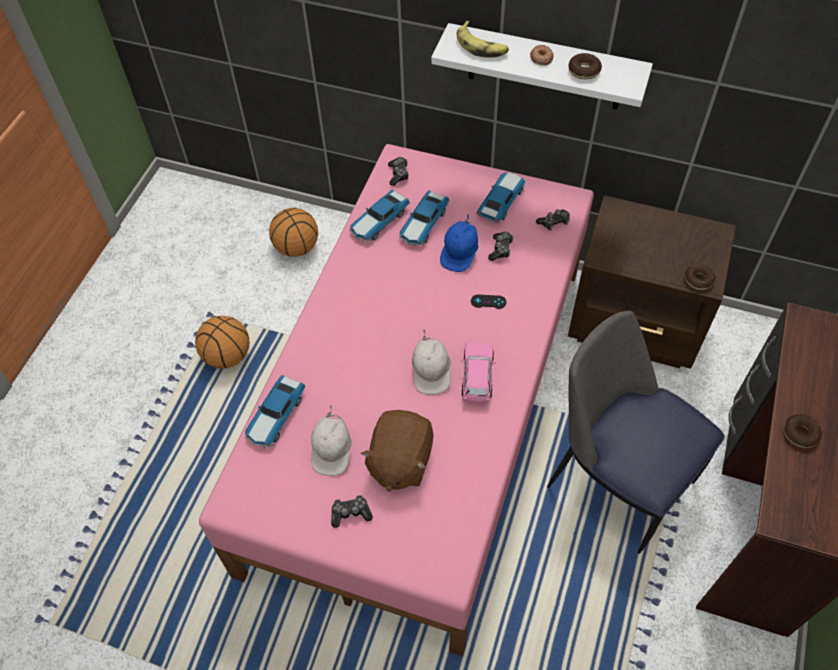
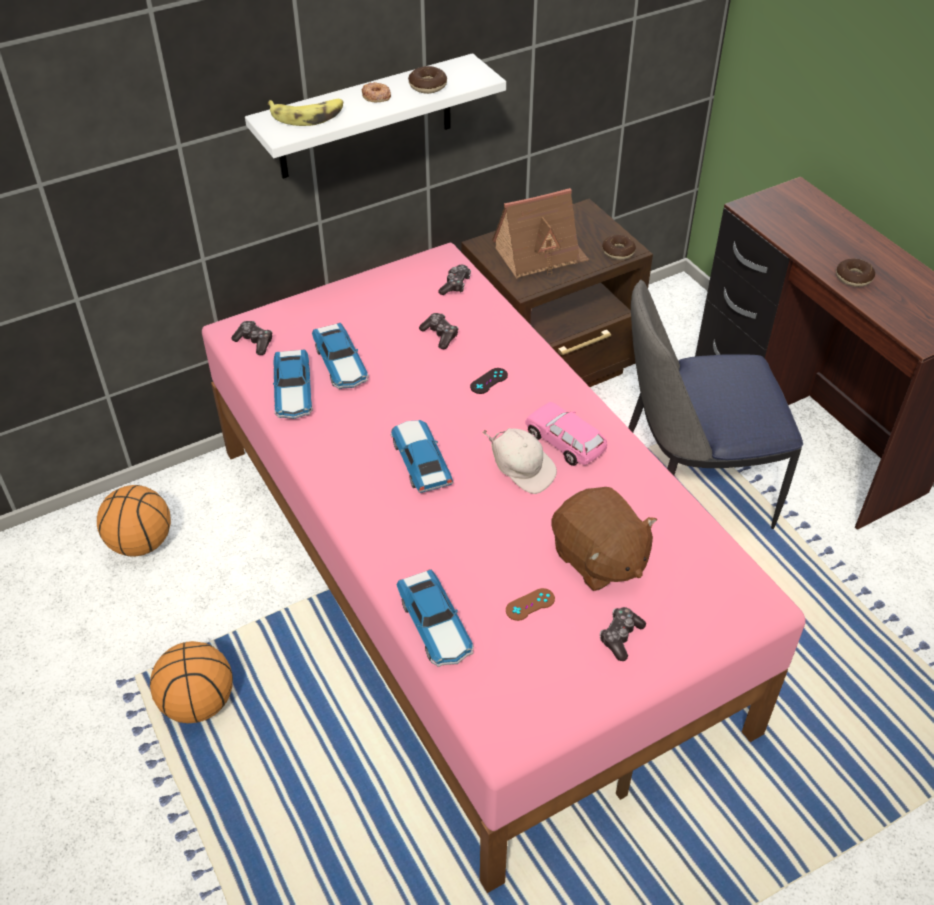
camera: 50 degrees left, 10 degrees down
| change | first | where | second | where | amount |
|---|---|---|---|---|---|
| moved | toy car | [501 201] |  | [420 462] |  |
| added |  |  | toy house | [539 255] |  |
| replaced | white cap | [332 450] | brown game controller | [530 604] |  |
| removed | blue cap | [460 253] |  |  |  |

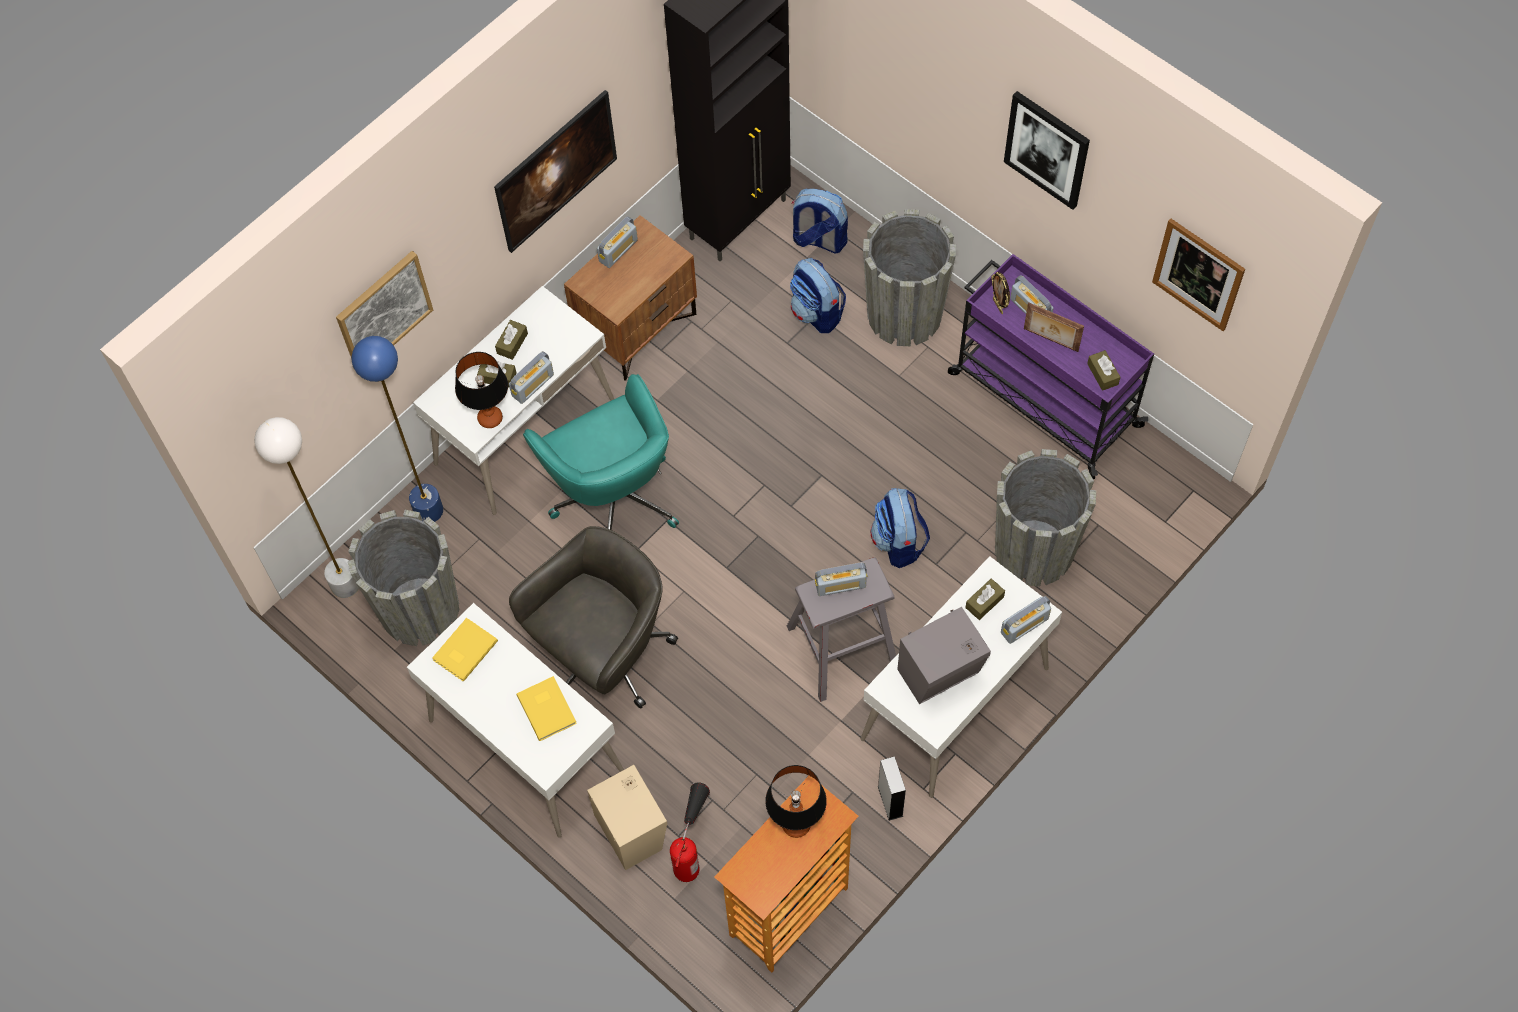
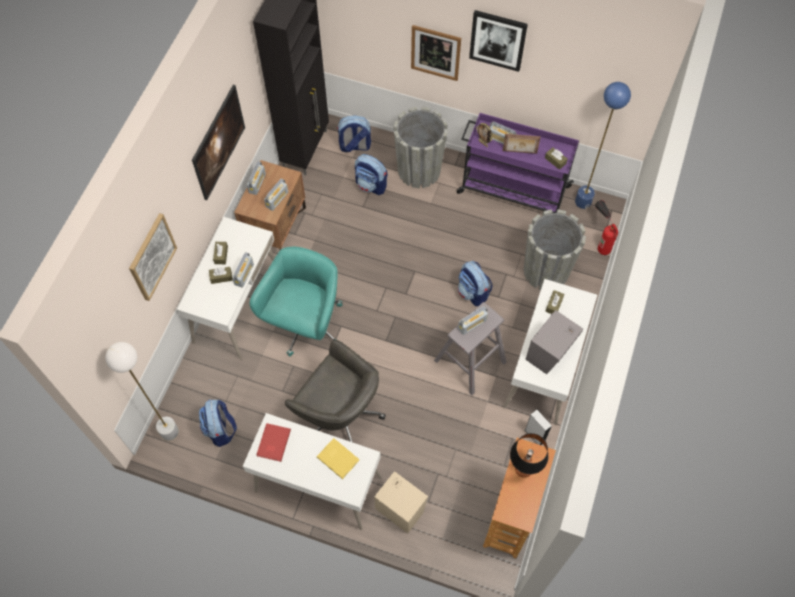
camera: 25 degrees left, 0 degrees up
| change | first | where | second | where | amount |
|---|---|---|---|---|---|
| replaced | grey planter | [420 609] | backpack | [220 429] |  |
| turned | turquoise office chair | [614 497] |  | [305 324] | 105 degrees counterclockwise |
| recoloured | yellow book | [463 650] | red book | [272 443] |  |
| moved | radio | [1024 625] |  | [277 199] |  |
| turned | grey office chair | [604 655] |  | [339 415] | 105 degrees clockwise |
| moved | picture | [1198 274] |  | [435 52] |  |
| moved | blue floor lamp | [428 510] |  | [583 201] |  |
| moved | fire extinguisher | [692 847] |  | [600 238] |  |
| removed | table lamp | [490 418] |  |  |  |

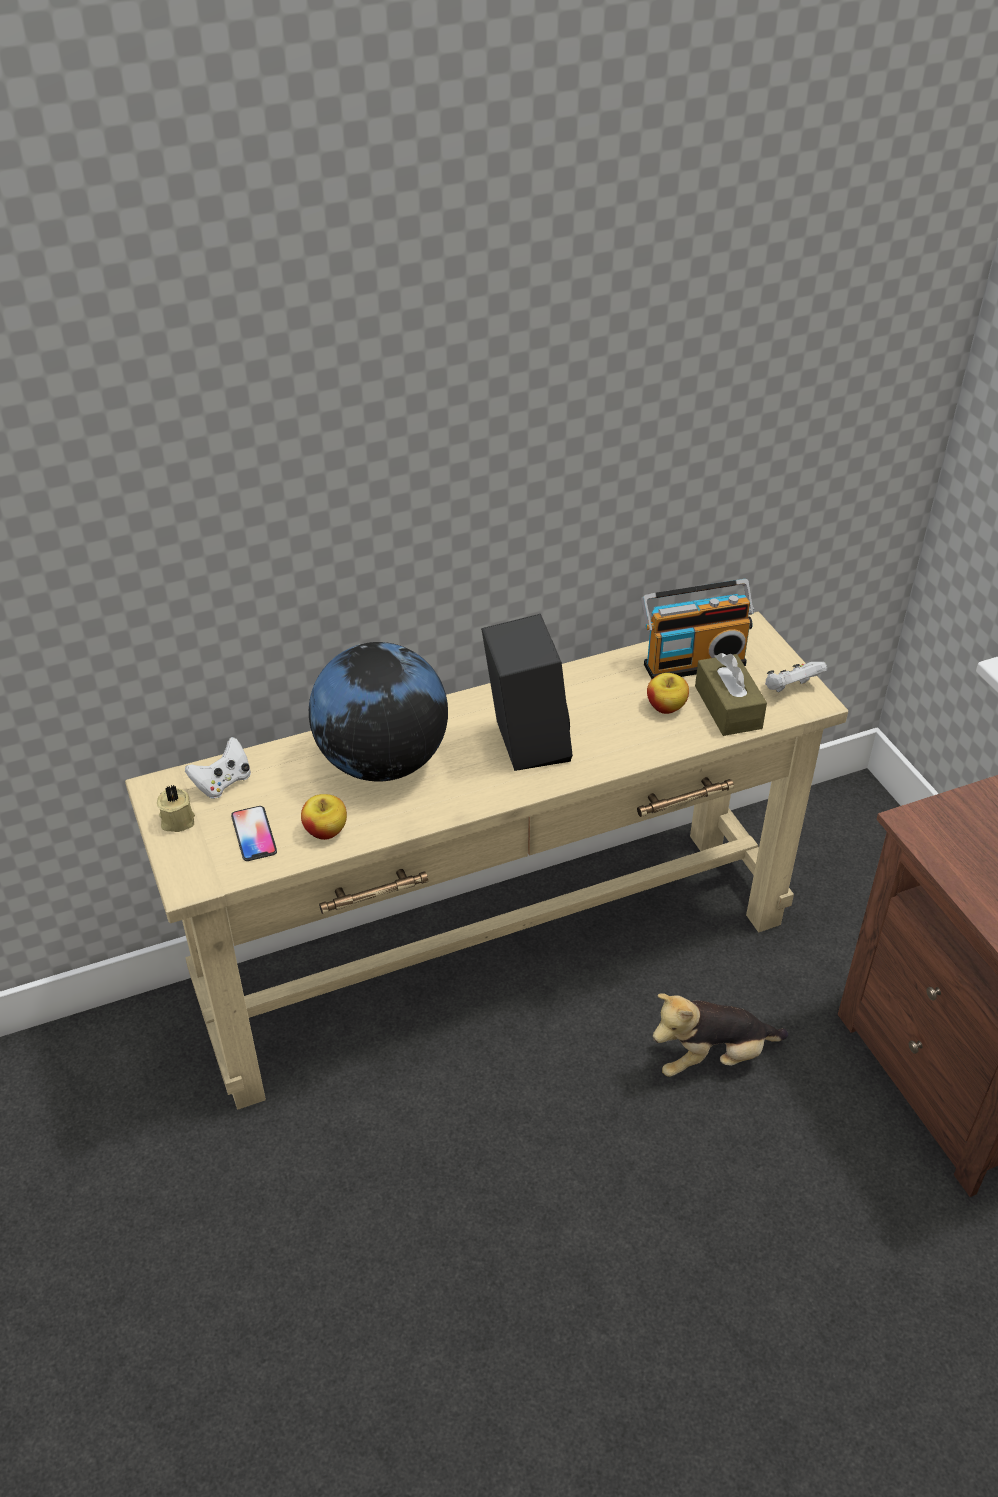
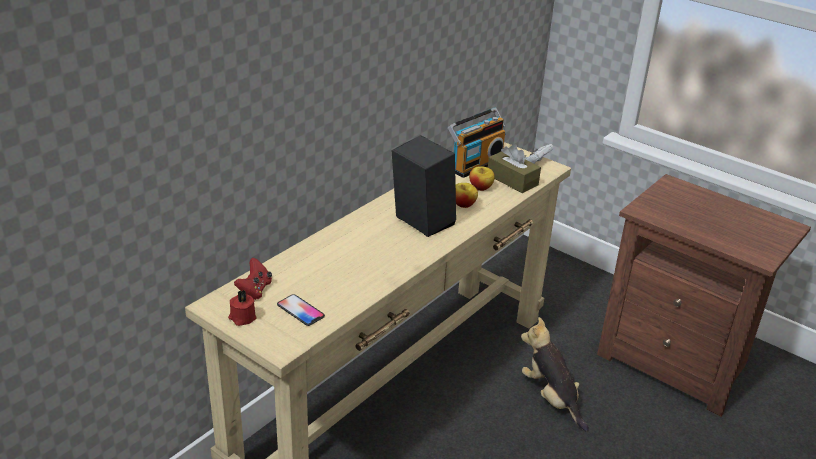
camera: 30 degrees left, 10 degrees down
| change | first | where | second | where | amount |
|---|---|---|---|---|---|
| recoloured | beige candle | [177 820] | red candle | [242 318] |  |
| recoloured | white game controller | [223 783] | red game controller | [255 290] |  |
| moved | apple | [325 830] |  | [463 204] |  |
| turned | plush toy | [711 1057] |  | [551 398] | 105 degrees clockwise |
| removed | globe | [382 762] |  |  |  |

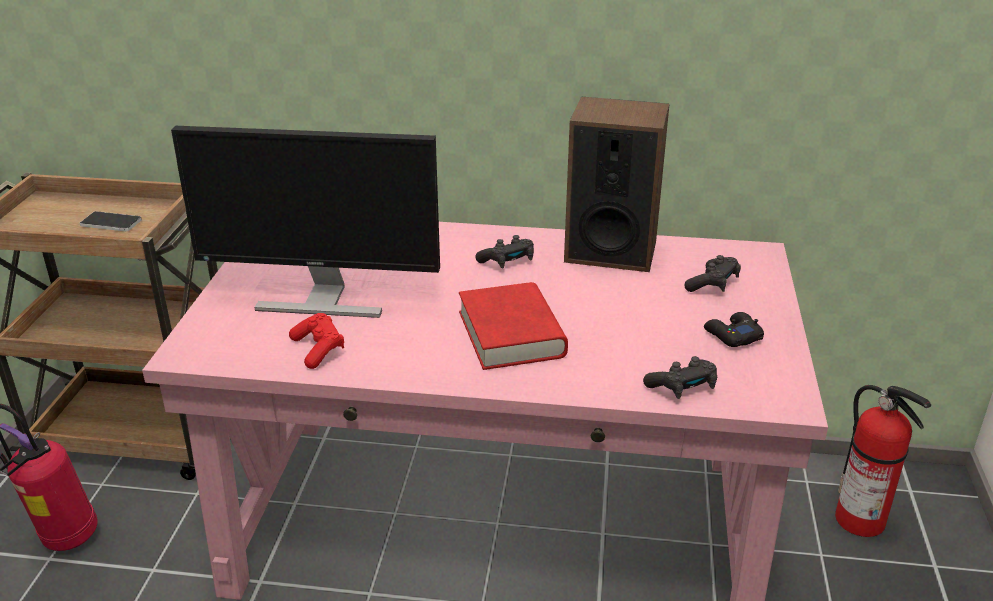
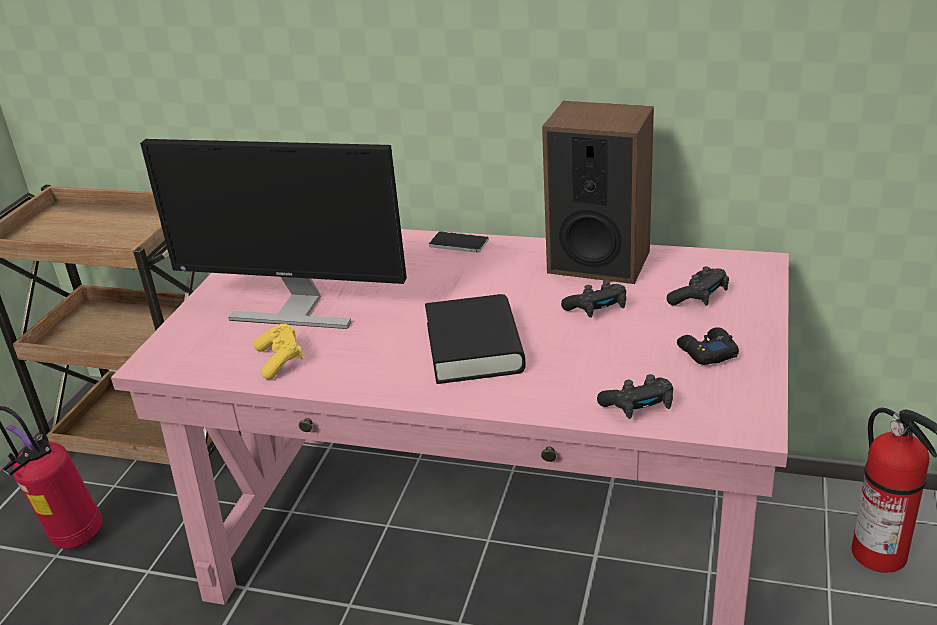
camera: 10 degrees right, 0 degrees up
| change | first | where | second | where | amount |
|---|---|---|---|---|---|
| recoloured | red game controller | [318 349] | yellow game controller | [280 360] |  |
| recoloured | red book | [511 334] | black book | [474 347] |  |
| moved | phone | [111 223] |  | [459 244] |  |
| moved | black game controller | [507 262] |  | [597 309] |  |

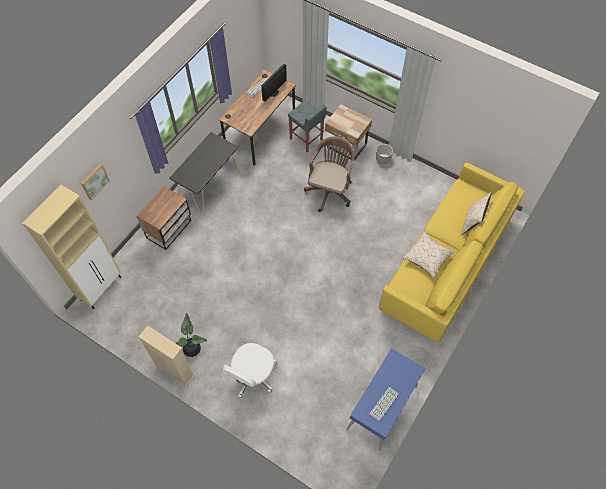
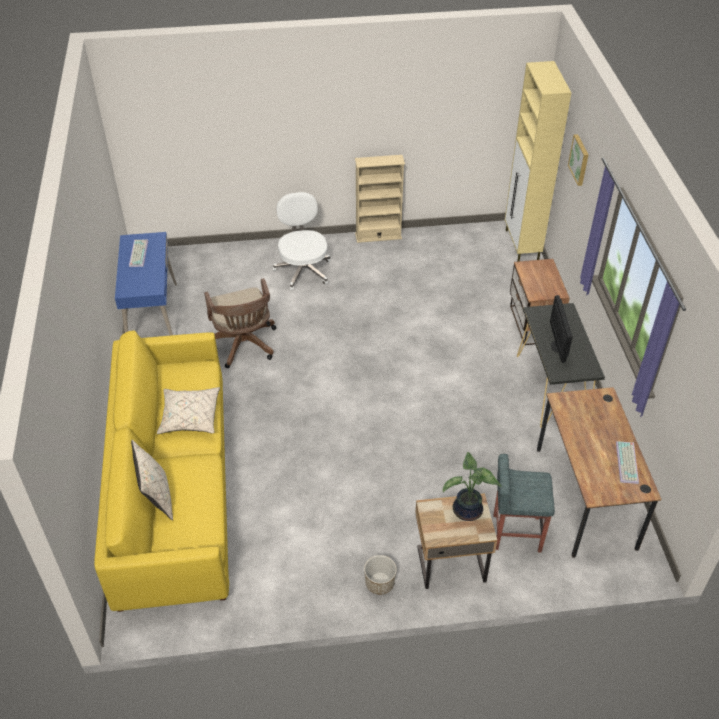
camera: 140 degrees right, 15 degrees down
| change | first | where | second | where | amount |
|---|---|---|---|---|---|
| moved | brown office chair | [330 190] |  | [244 346] |  |
| moved | potted plant | [193 348] |  | [467 512] |  |
| moved | monitor | [274 92] |  | [558 346] |  |

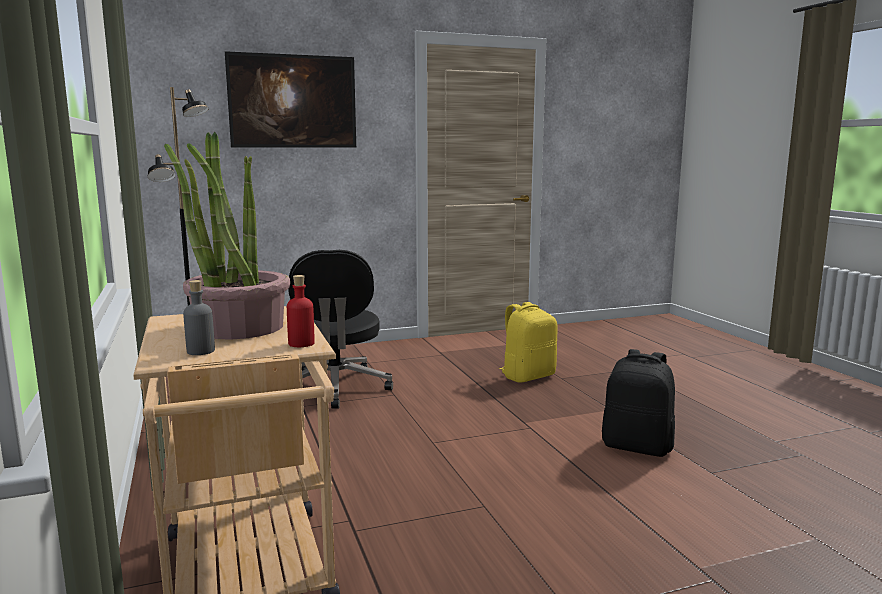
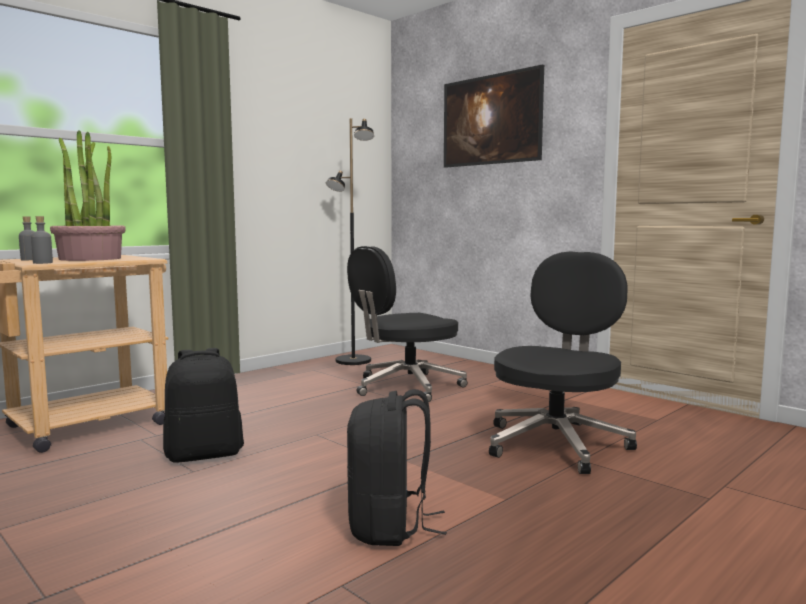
camera: 65 degrees right, 5 degrees down
| change | first | where | second | where | amount |
|---|---|---|---|---|---|
| recoloured | red bottle | [301 343] | grey bottle | [43 263] |  |
| added |  |  | black backpack | [205 454] |  |
| replaced | yellow backpack | [528 376] | black office chair | [557 443] |  |

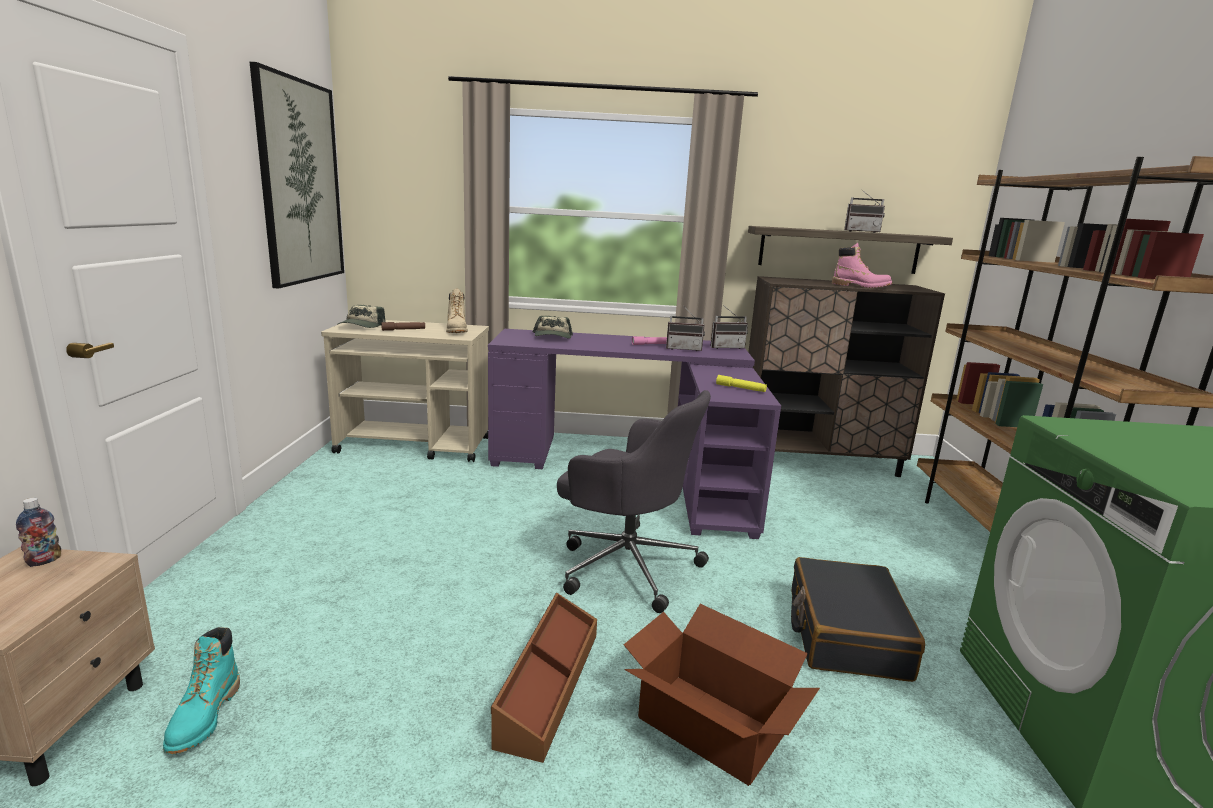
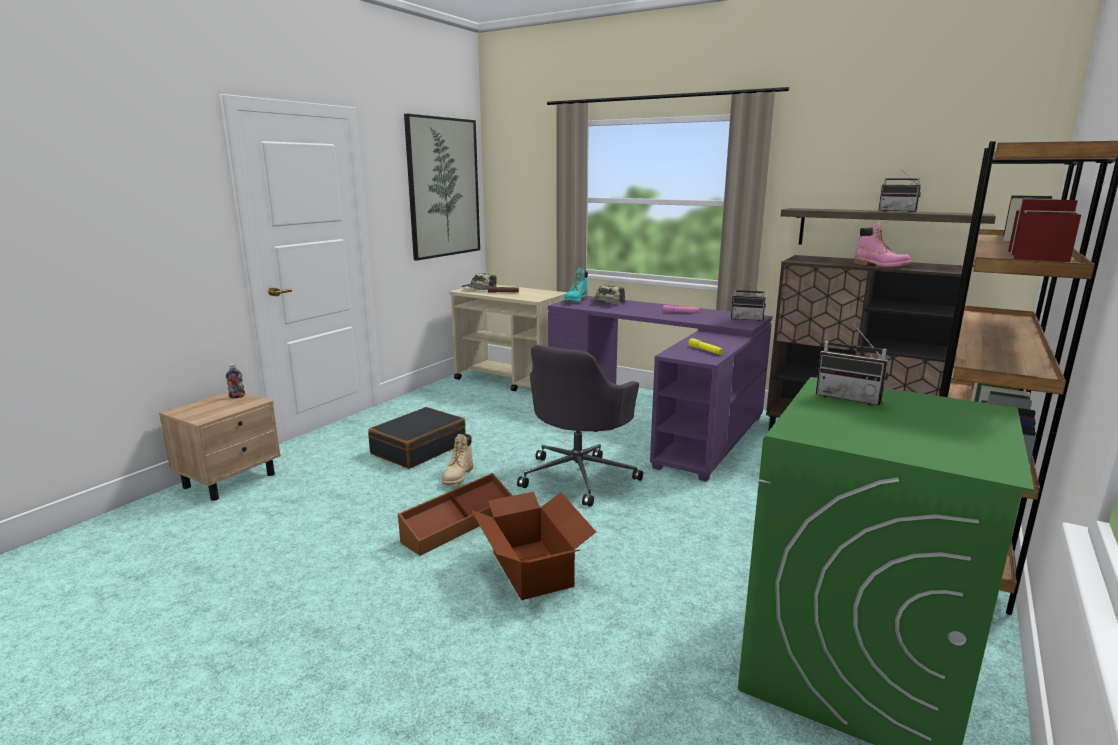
camera: 30 degrees right, 0 degrees up
| change | first | where | second | where | amount |
|---|---|---|---|---|---|
| moved | black suitcase | [845 633] |  | [418 448] |  |
| moved | beige boot | [457 331] |  | [458 476] |  |
| turned | grey office chair | [626 565] |  | [579 476] | 60 degrees clockwise |
| moved | turquoise boot | [204 717] |  | [575 301] |  |
| moved | radio | [684 349] |  | [849 397] |  |

